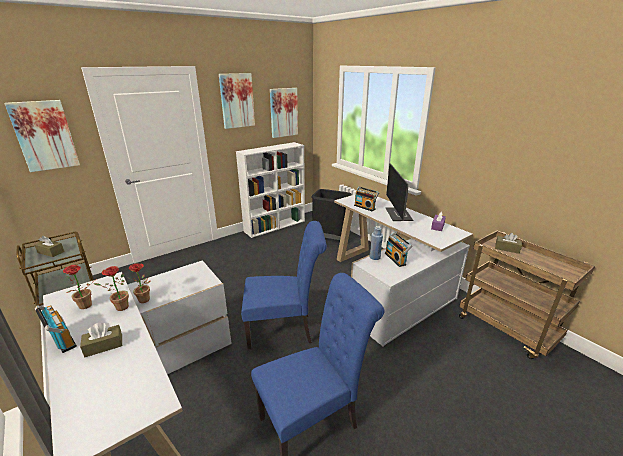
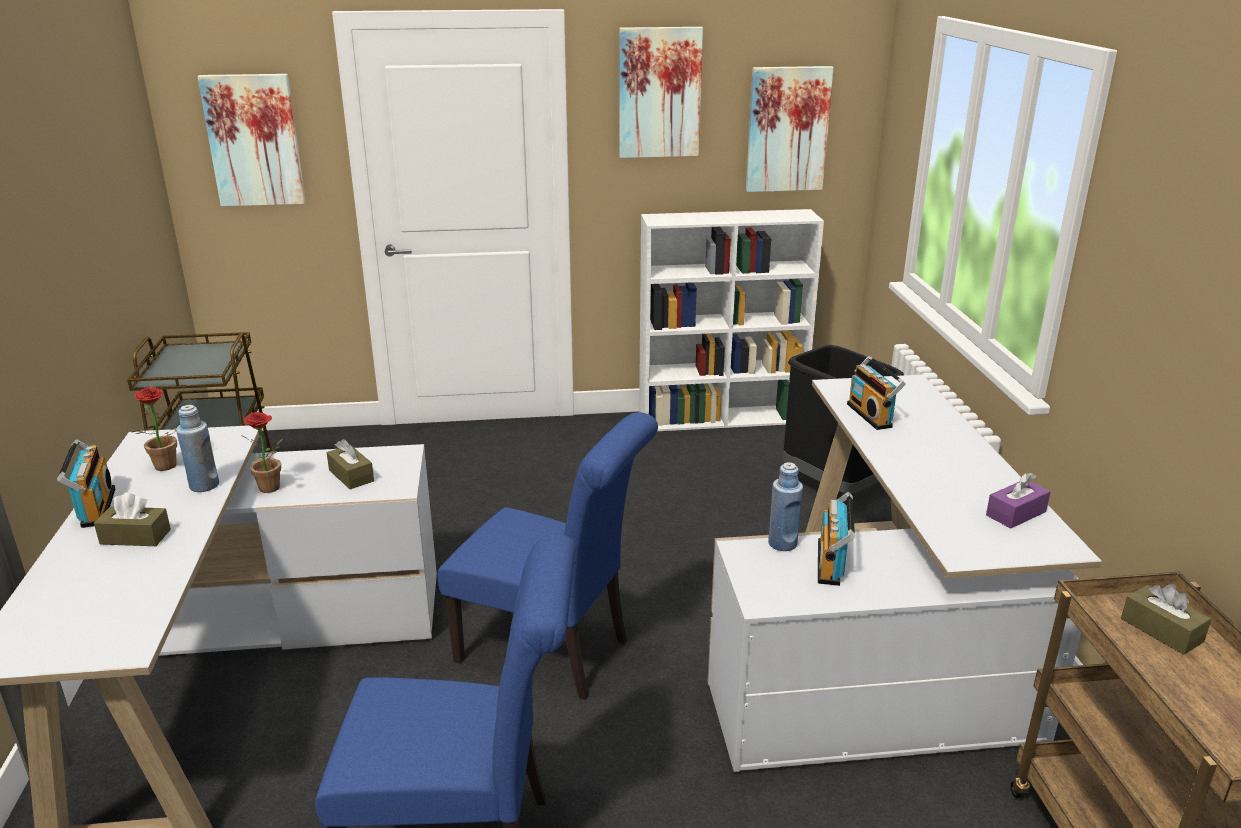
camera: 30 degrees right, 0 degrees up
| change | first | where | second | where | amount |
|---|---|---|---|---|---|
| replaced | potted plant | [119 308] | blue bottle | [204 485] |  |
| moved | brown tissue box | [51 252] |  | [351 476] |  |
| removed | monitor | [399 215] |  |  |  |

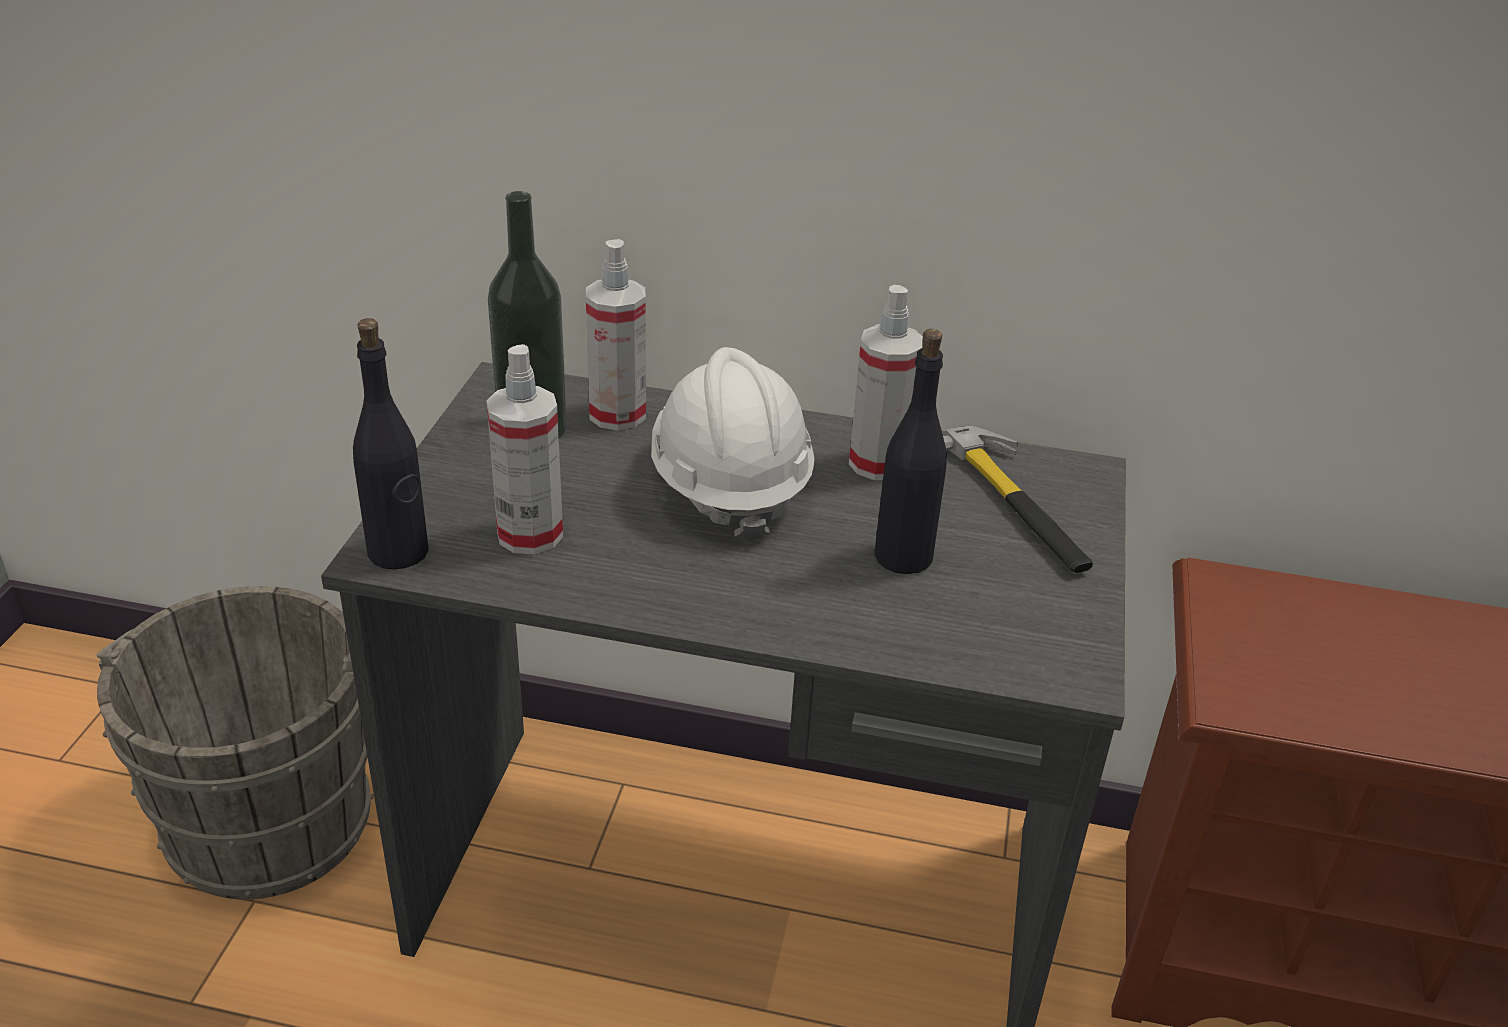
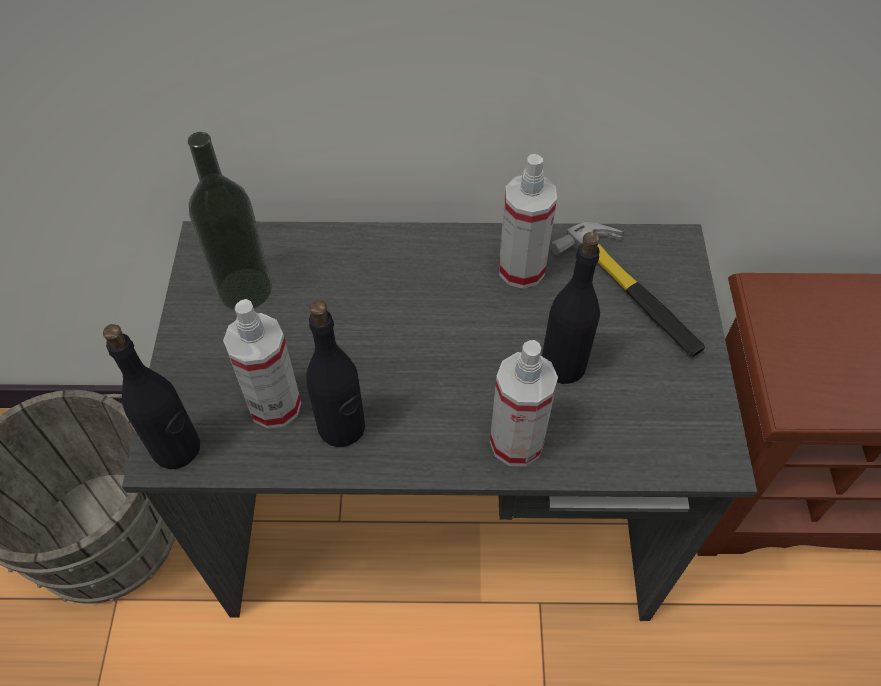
camera: 10 degrees left, 20 degrees up
| change | first | where | second | where | amount |
|---|---|---|---|---|---|
| added |  |  | black bottle | [342 427] |  |
| moved | spray bottle | [617 414] |  | [516 442] |  |
| removed | white hard hat | [729 486] |  |  |  |

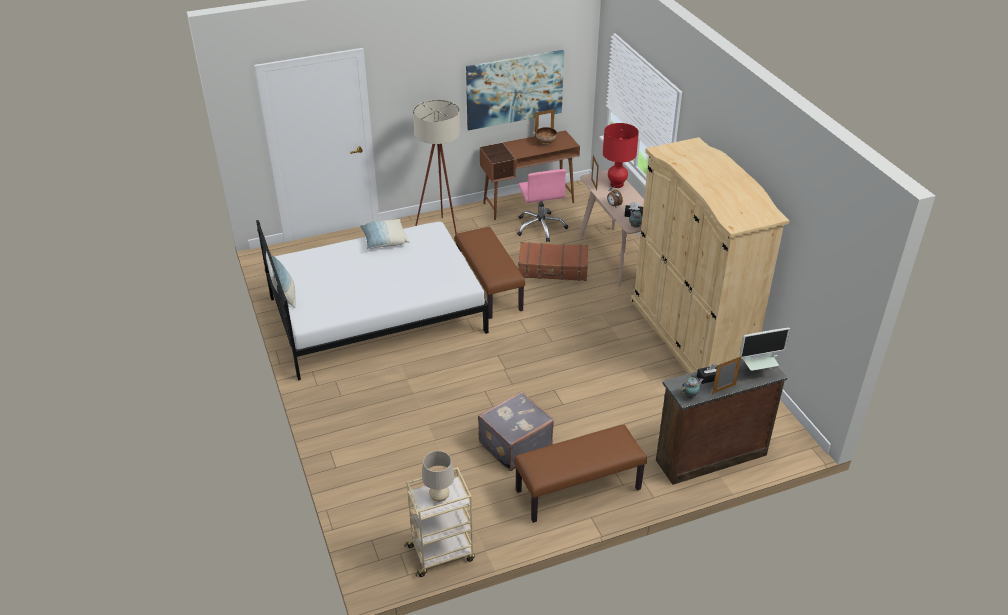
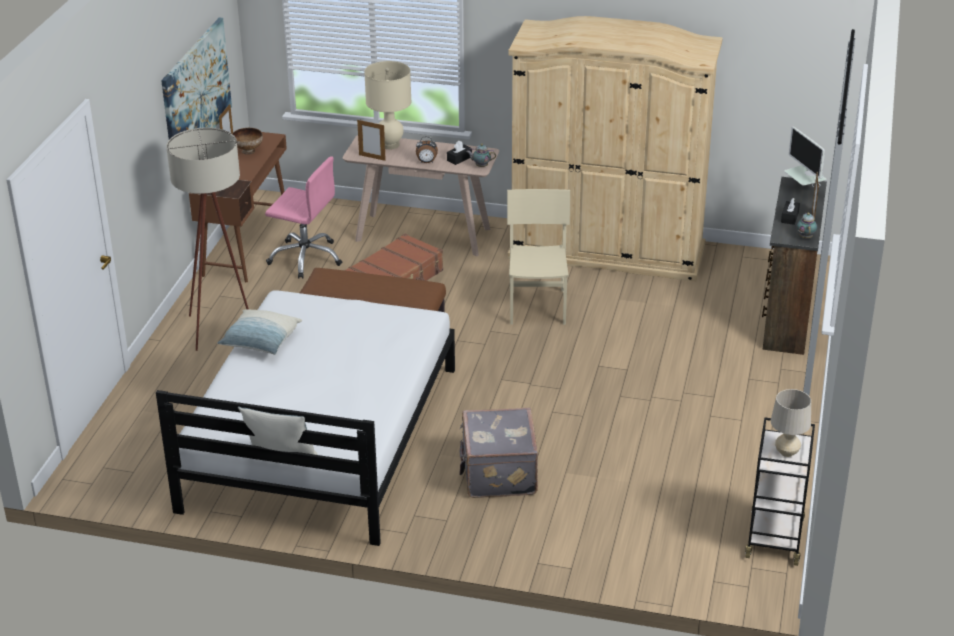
camera: 55 degrees left, 5 degrees down
| change | first | where | second | where | amount |
|---|---|---|---|---|---|
| recoloured | red table lamp | [617 184] | beige table lamp | [390 145] |  |
| moved | grey suitcase | [514 444] |  | [497 474] |  |
| added |  |  | beige chair | [537 306] |  |
| recoloured | beige cart | [441 553] | black cart | [774 537] |  |
| turned | monitor | [756 371] |  | [804 191] | 135 degrees clockwise |
| removed | brown bench | [578 490] |  |  |  |

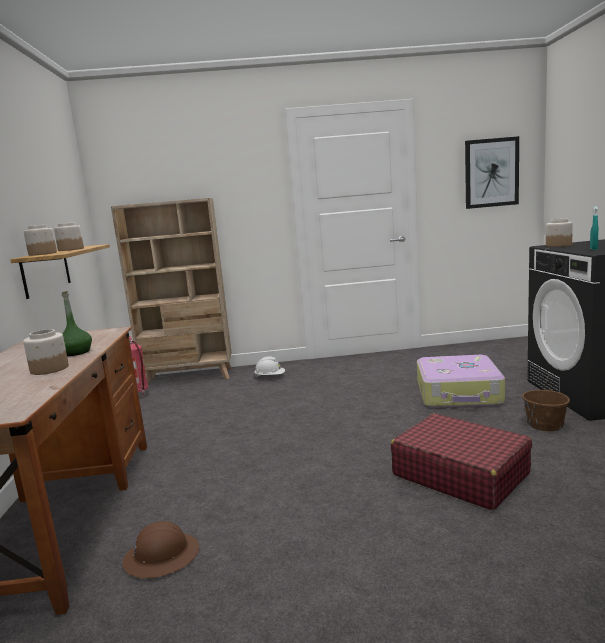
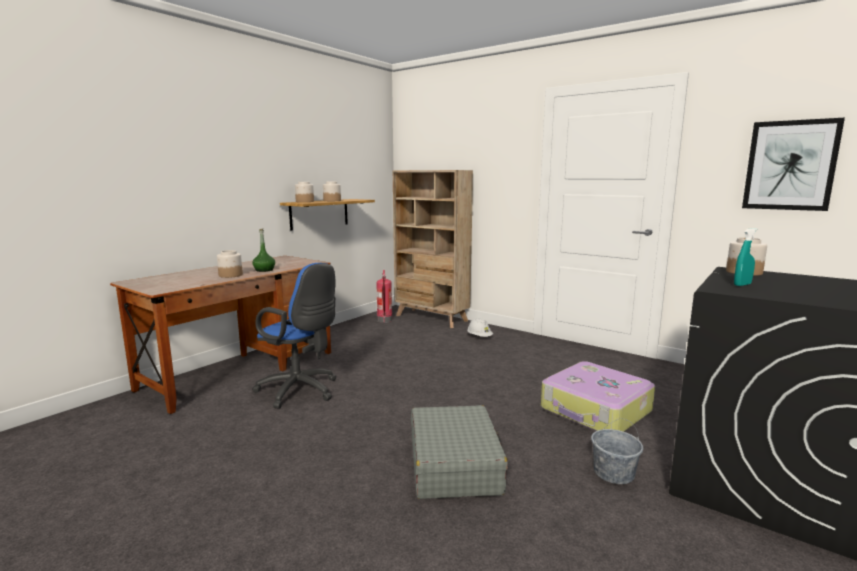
camera: 40 degrees right, 0 degrees up
| change | first | where | second | where | amount |
|---|---|---|---|---|---|
| added |  |  | blue office chair | [301 391] |  |
| recoloured | red suitcase | [460 474] | grey suitcase | [454 465] |  |
| recoloured | brown bucket | [545 424] | grey bucket | [614 473] |  |
| removed | brown hard hat | [161 556] |  |  |  |

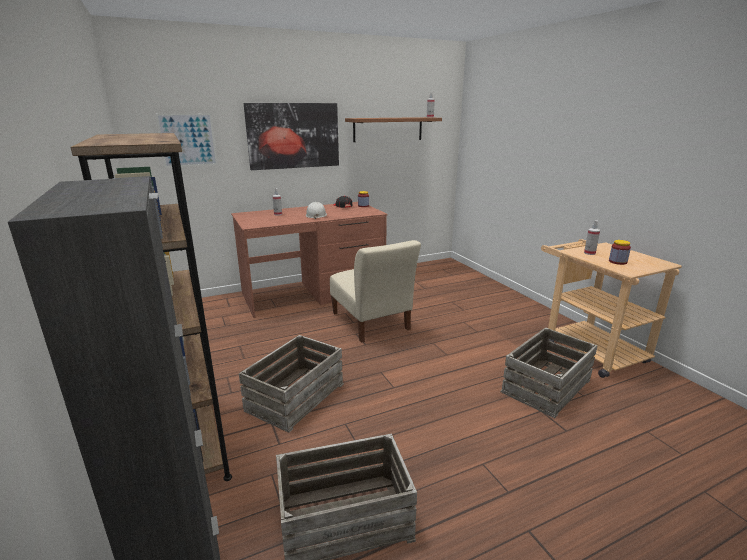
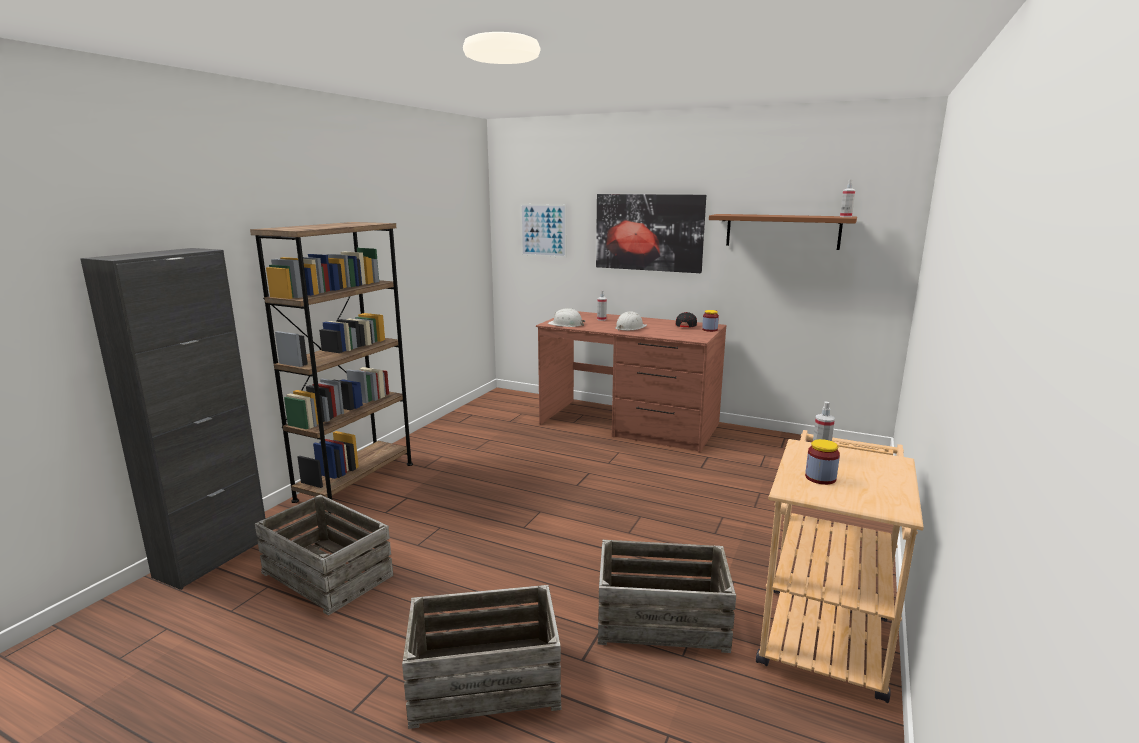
camera: 50 degrees right, 5 degrees down
| change | first | where | second | where | amount |
|---|---|---|---|---|---|
| moved | crate | [295 397] |  | [485 679] |  |
| added |  |  | white hard hat | [566 324] |  |
| removed | beige chair | [371 323] |  |  |  |

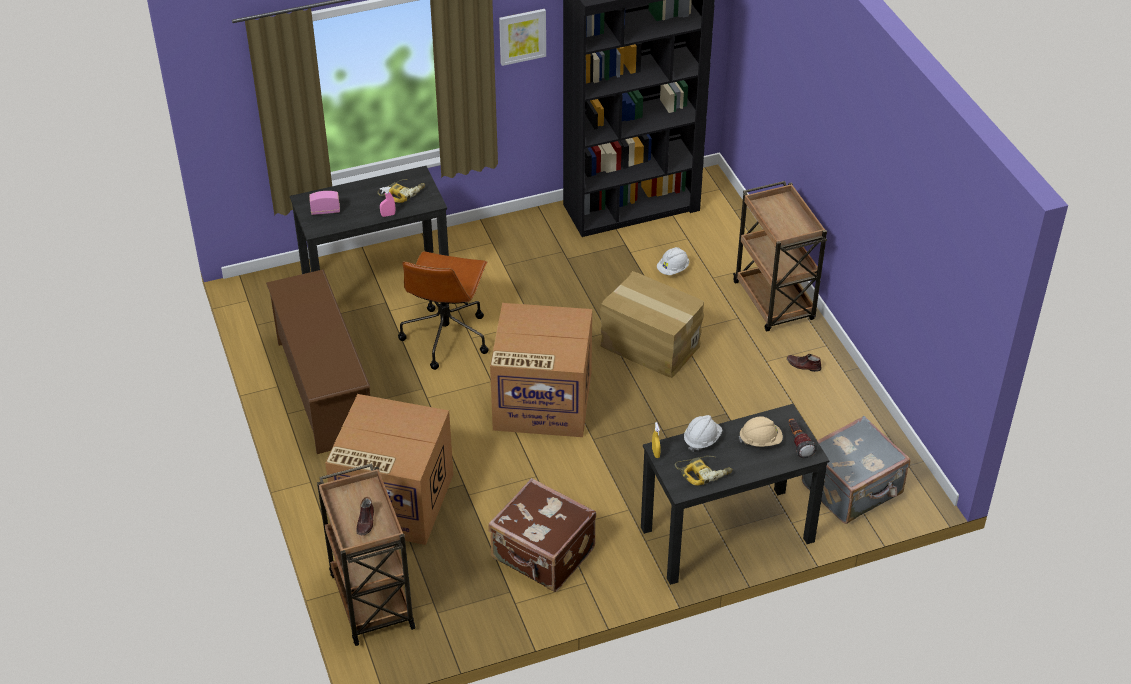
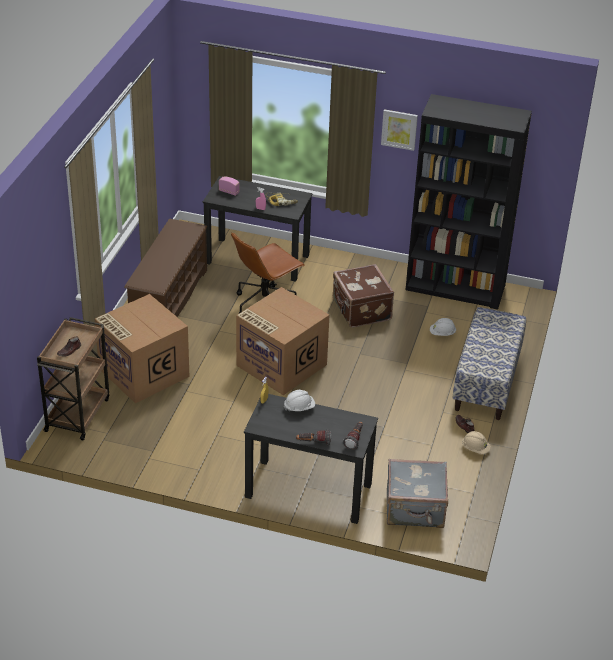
camera: 35 degrees right, 5 degrees down
| change | first | where | second | where | amount |
|---|---|---|---|---|---|
| added |  |  | flashlight | [313 442] |  |
| moved | brown suitcase | [542 555] |  | [360 310] |  |
| replaced | brown cart | [774 302] | bench | [487 382] |  |
| moved | beige hard hat | [760 440] |  | [475 449] |  |
| removed | cardboard box | [650 345] |  |  |  |
| removed | power drill | [703 472] |  |  |  |

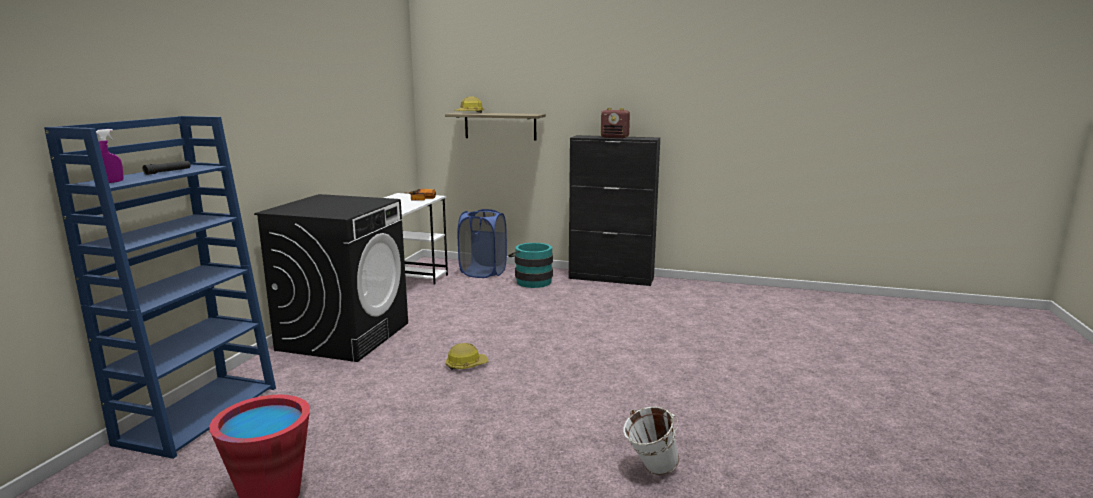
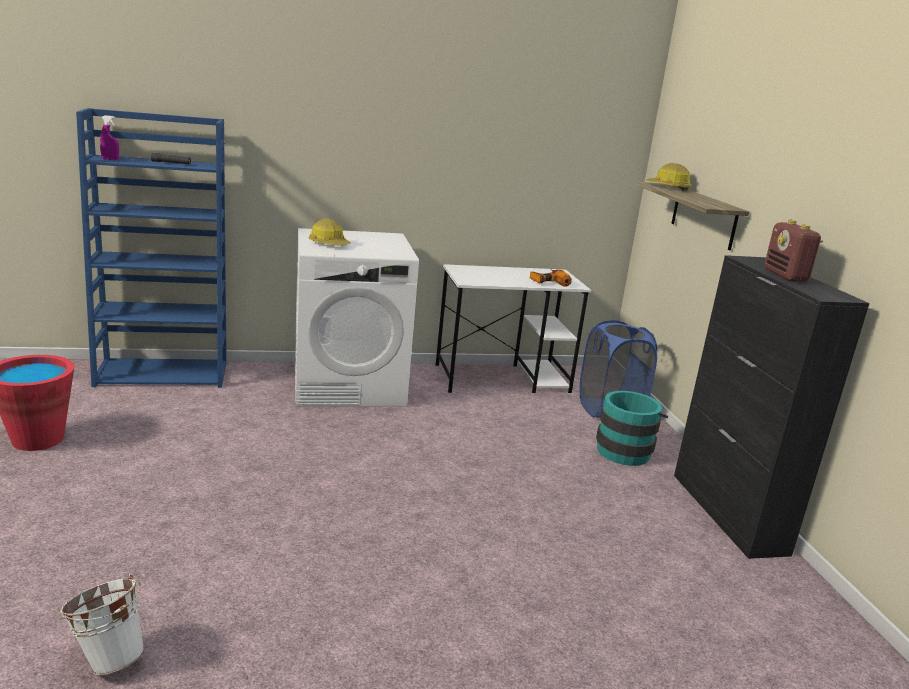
camera: 60 degrees right, 5 degrees up
| change | first | where | second | where | amount |
|---|---|---|---|---|---|
| recoloured | black washing machine | [344 336] | white washing machine | [349 385] |  |
| moved | hard hat | [466 365] |  | [329 244] |  |

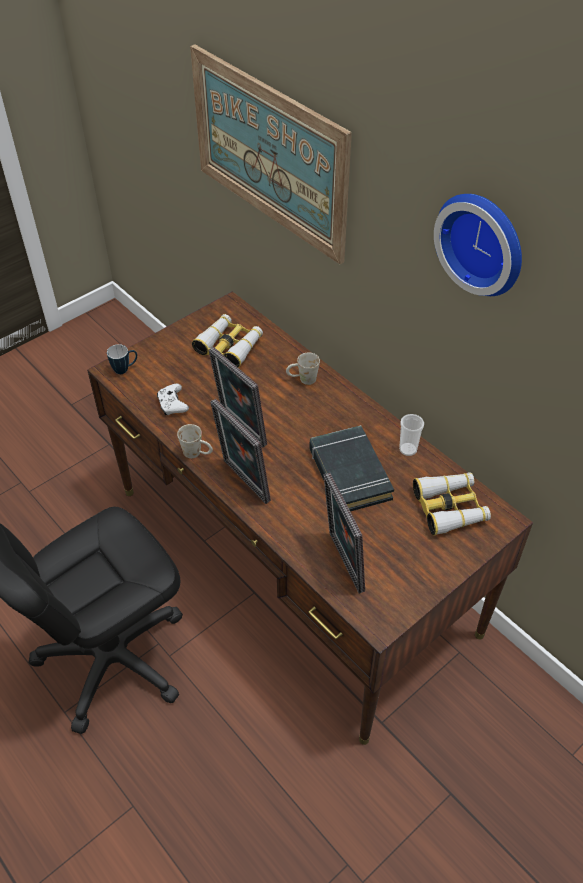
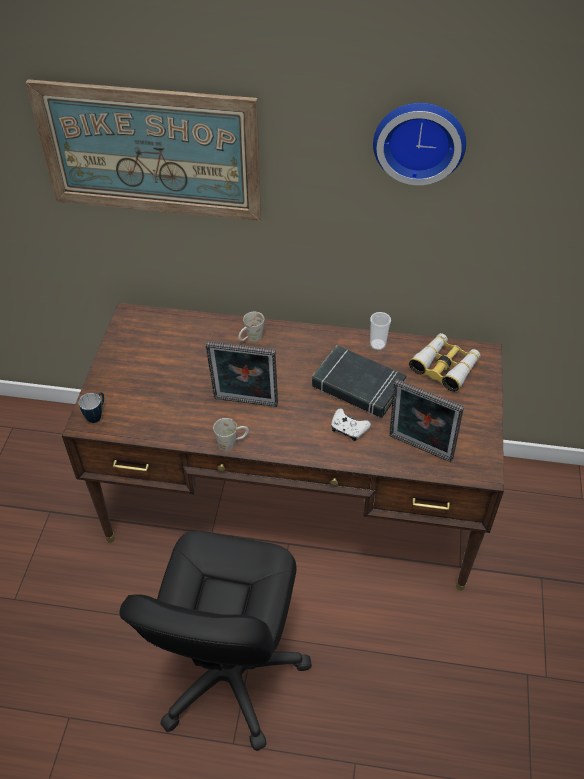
camera: 40 degrees left, 0 degrees up
| change | first | where | second | where | amount |
|---|---|---|---|---|---|
| moved | white game controller | [172 404] |  | [348 429] |  |
| removed | binoculars | [229 346] |  |  |  |
| removed | picture frame | [243 483] |  |  |  |

